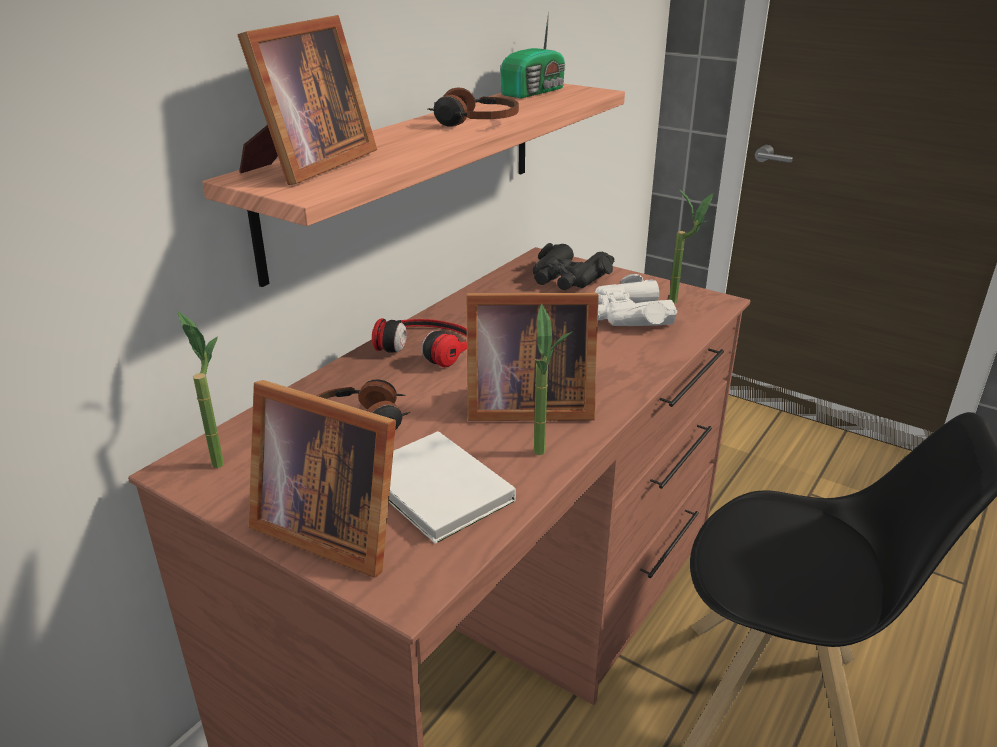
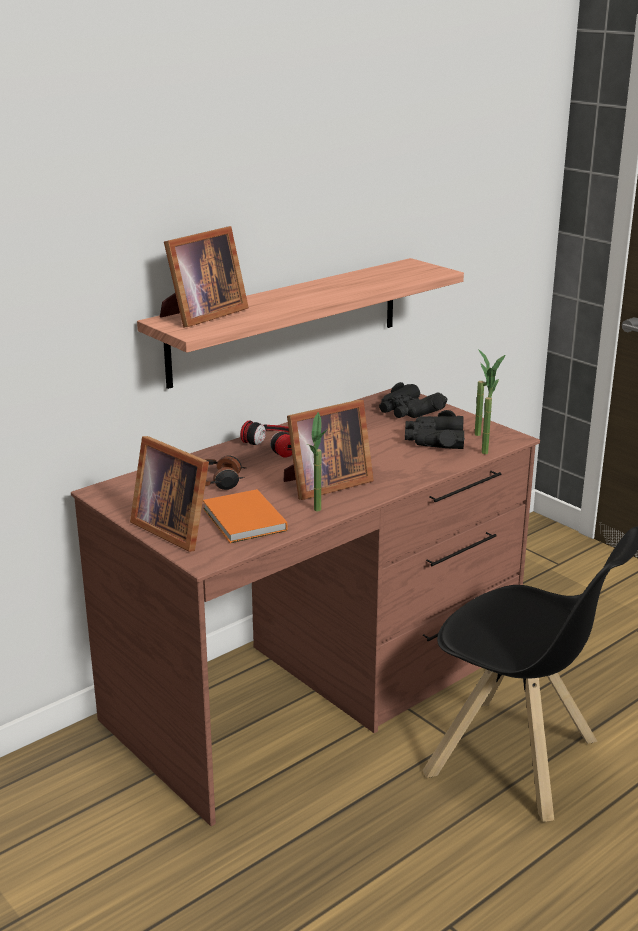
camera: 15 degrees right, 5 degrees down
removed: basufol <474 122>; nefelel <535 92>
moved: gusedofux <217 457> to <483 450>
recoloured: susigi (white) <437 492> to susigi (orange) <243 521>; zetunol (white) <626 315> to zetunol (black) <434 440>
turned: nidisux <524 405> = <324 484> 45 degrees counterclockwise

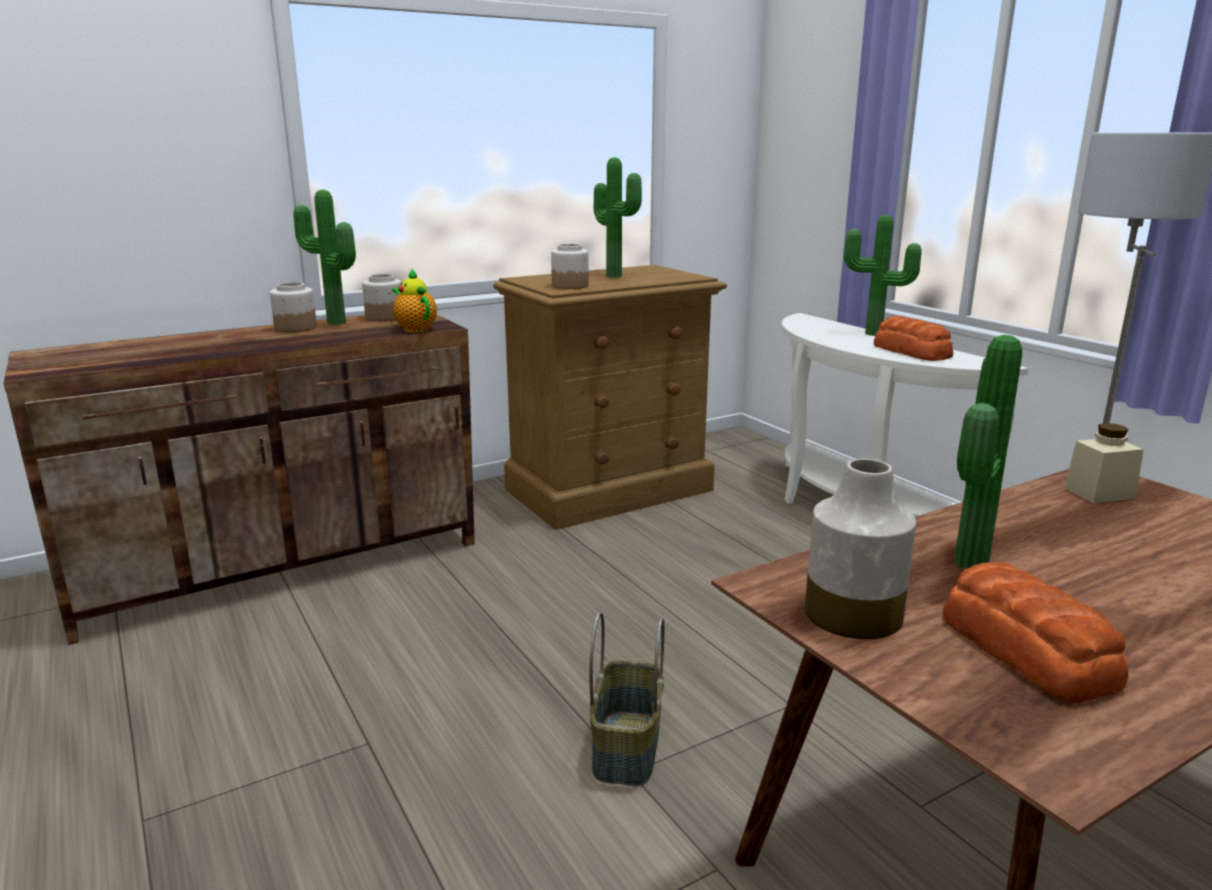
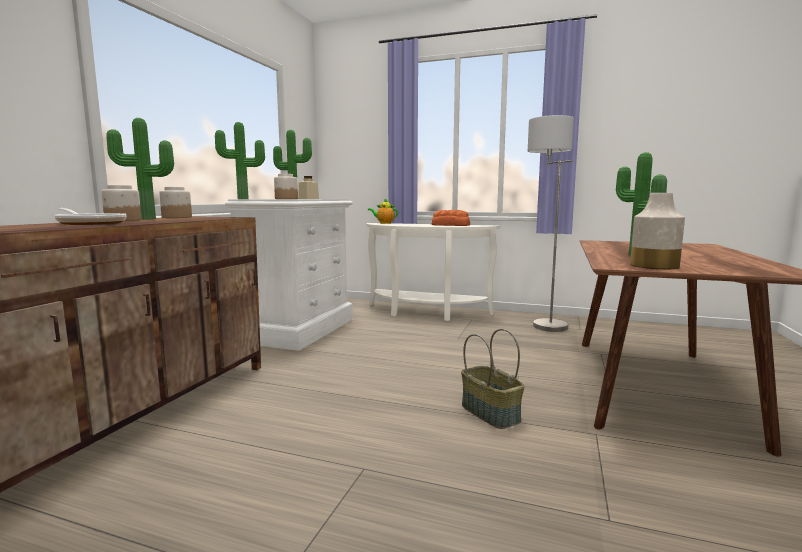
camera: 40 degrees left, 10 degrees down
removed: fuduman <1026 649>
added: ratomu <90 223>
moved: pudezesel <415 329> to <384 223>; gusedofux <873 334> to <243 199>; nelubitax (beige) <1099 493> to <308 198>
recoloured: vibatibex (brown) <609 490> to vibatibex (white) <299 329>

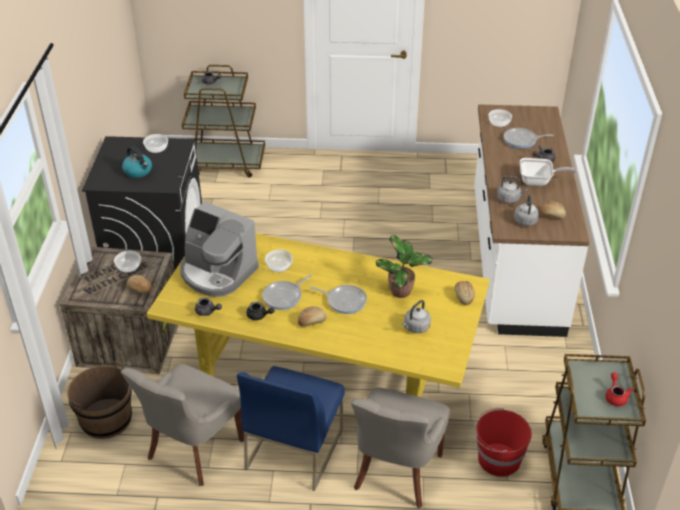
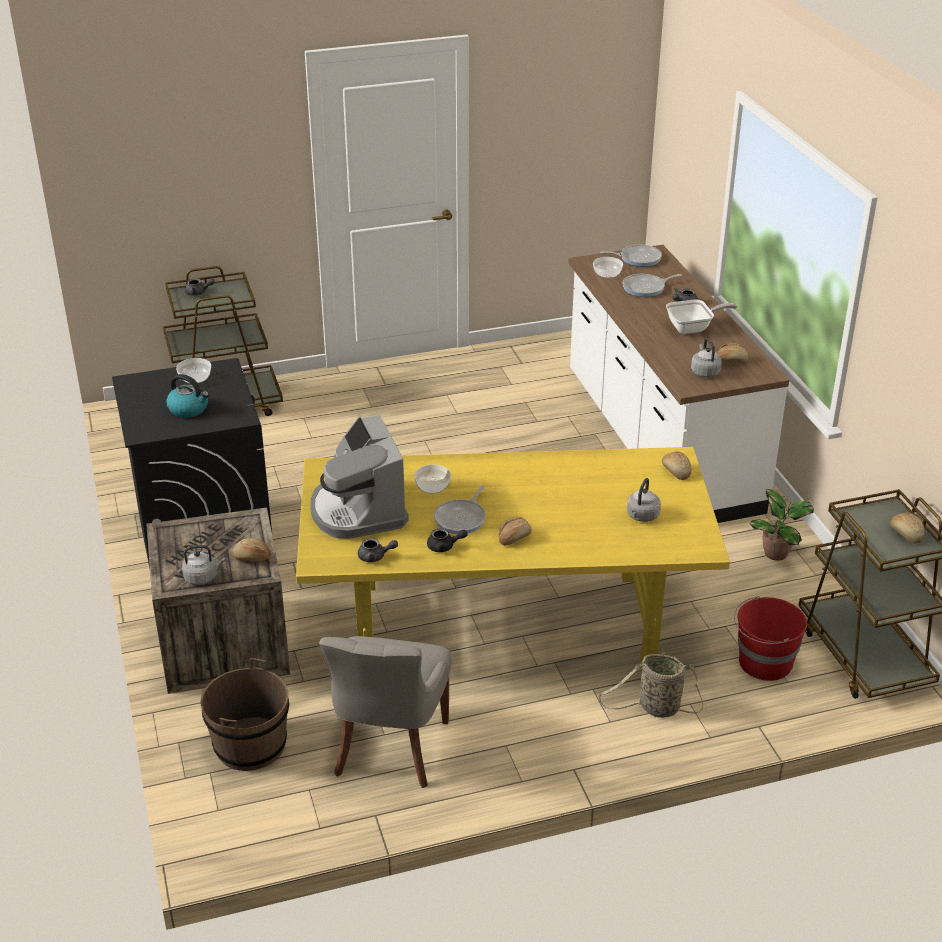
camera: 20 degrees left, 5 degrees down
removed: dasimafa <128 266>; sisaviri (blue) <294 448>
moved: ratomu <344 301> to <638 258>; gusedofux <402 292> to <777 554>; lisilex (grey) <509 199> to <203 577>
replaced: sisaviri (grey) <396 473> to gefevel <656 708>; pudezesel (red) <616 396> to fuduman <906 534>
turned: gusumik <217 273> = <358 511> 60 degrees clockwise

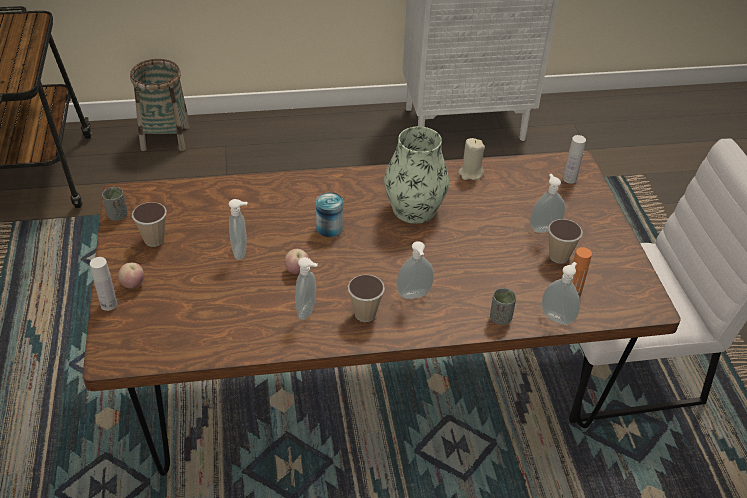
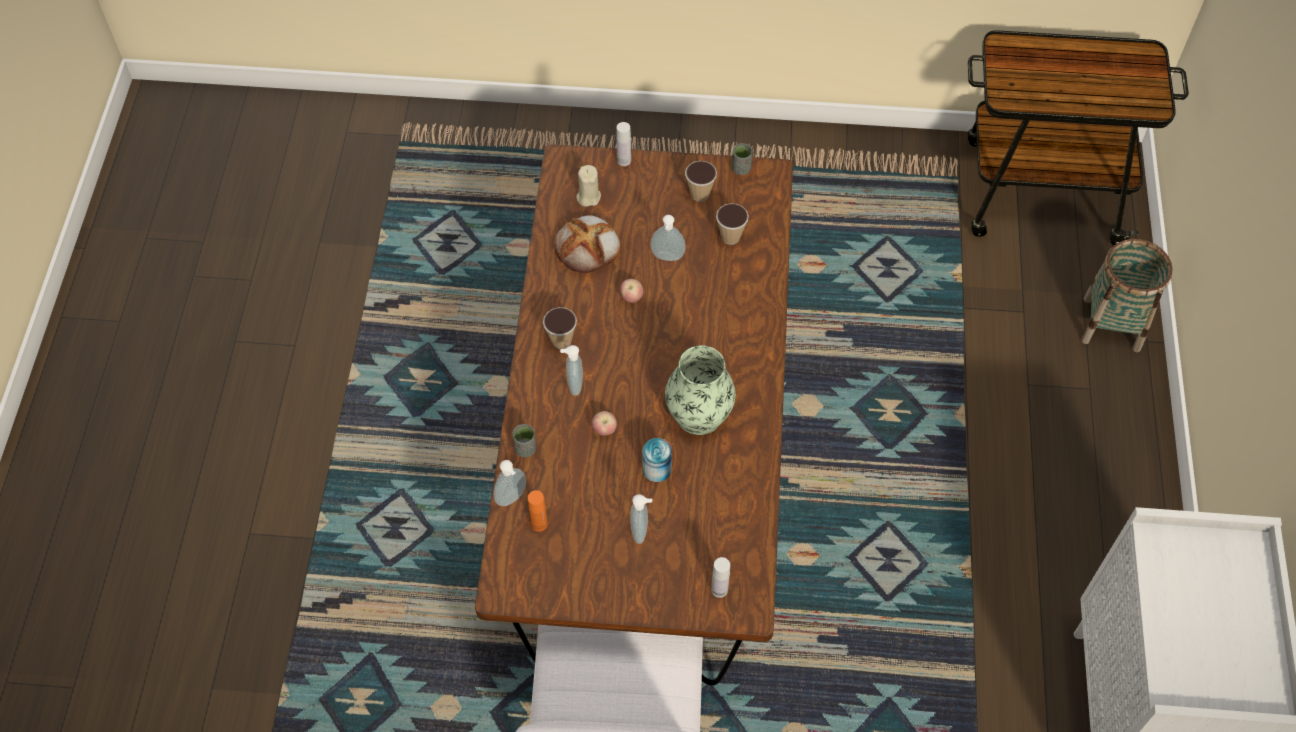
camera: 105 degrees right, 15 degrees up
removed: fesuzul <308 311>
added: fuduman <588 247>
moved: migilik <133 285> to <604 430>; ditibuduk <329 228> to <657 469>; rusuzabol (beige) <470 173> to <588 197>; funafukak <559 256> to <730 237>

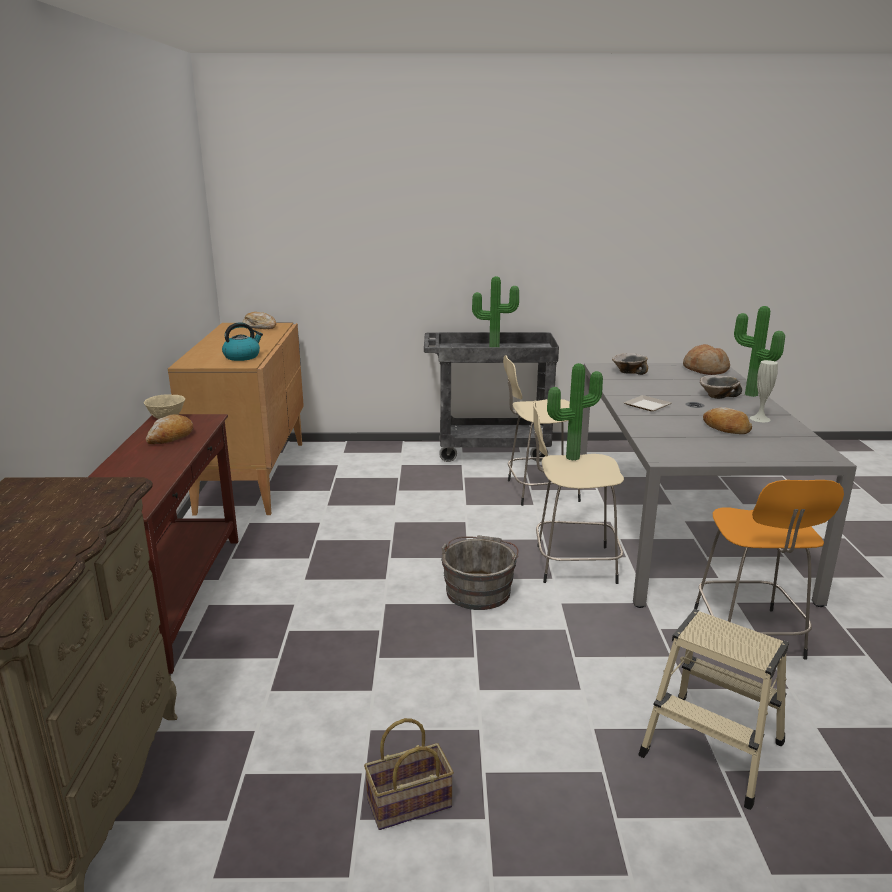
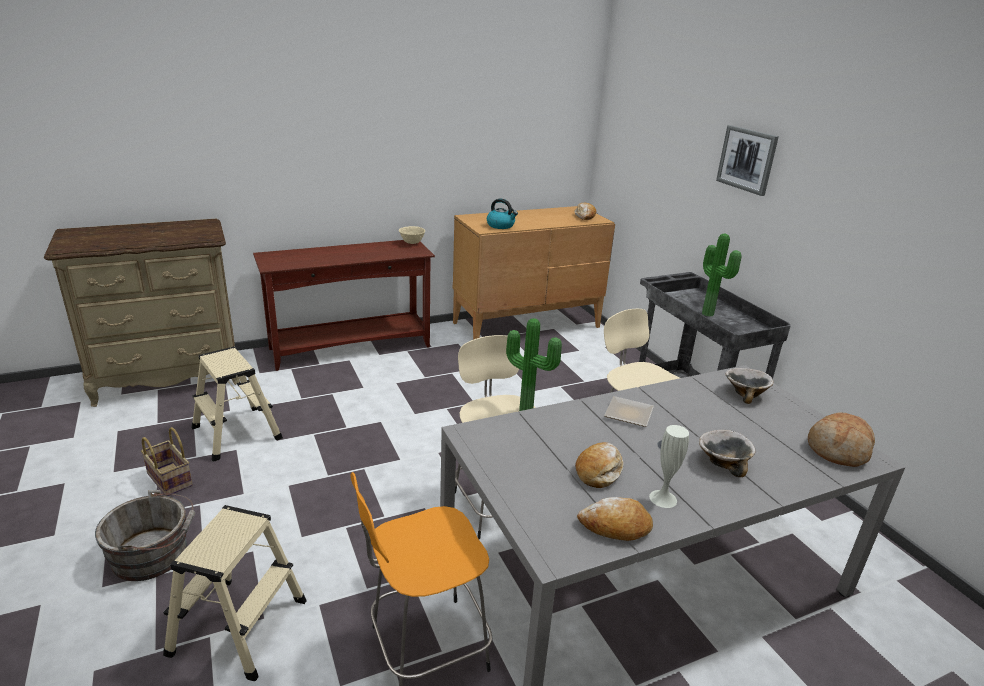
camera: 65 degrees right, 5 degrees up
removed: gusedofux <749 395>
added: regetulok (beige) <236 432>; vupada <747 159>
moved: fuduman <171 437> to <615 527>; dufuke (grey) <479 590> to <154 554>

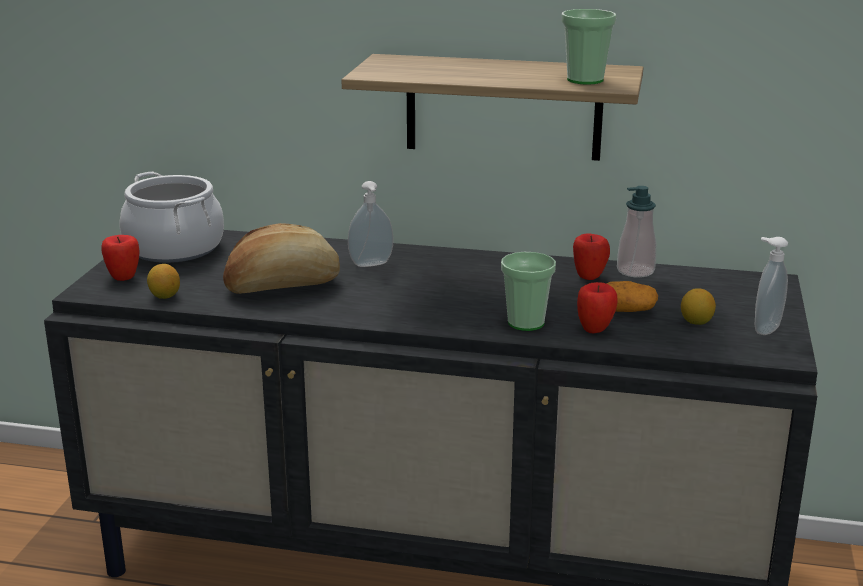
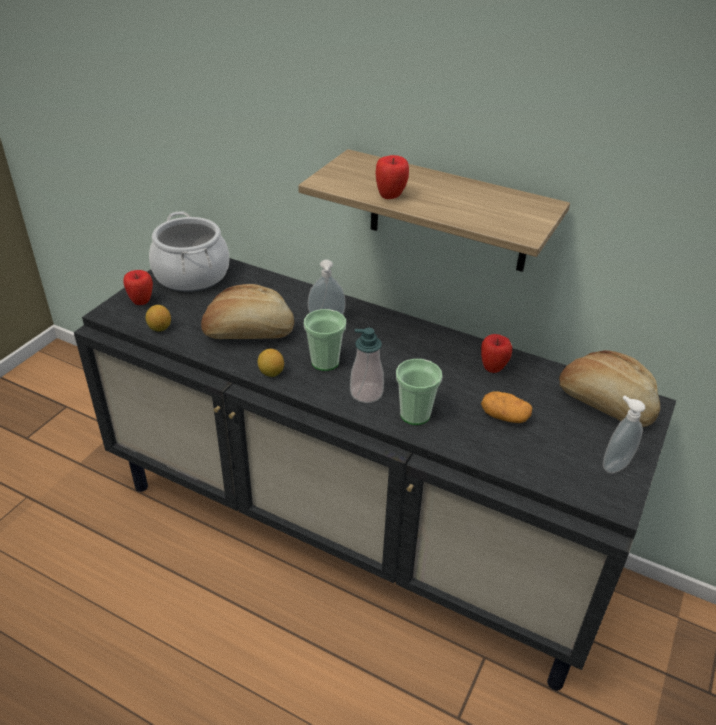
camera: 15 degrees right, 15 degrees up
added: fuduman <605 405>
moved: funafukak <585 80> to <325 362>; migilik <595 330> to <390 196>; fesuzul <635 271> to <366 393>; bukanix <696 322> to <271 373>

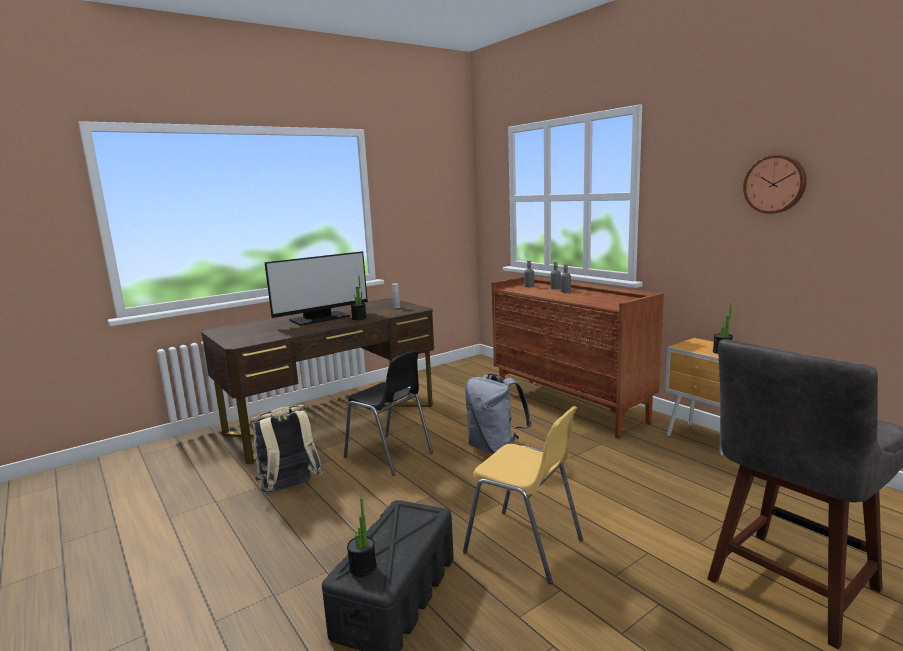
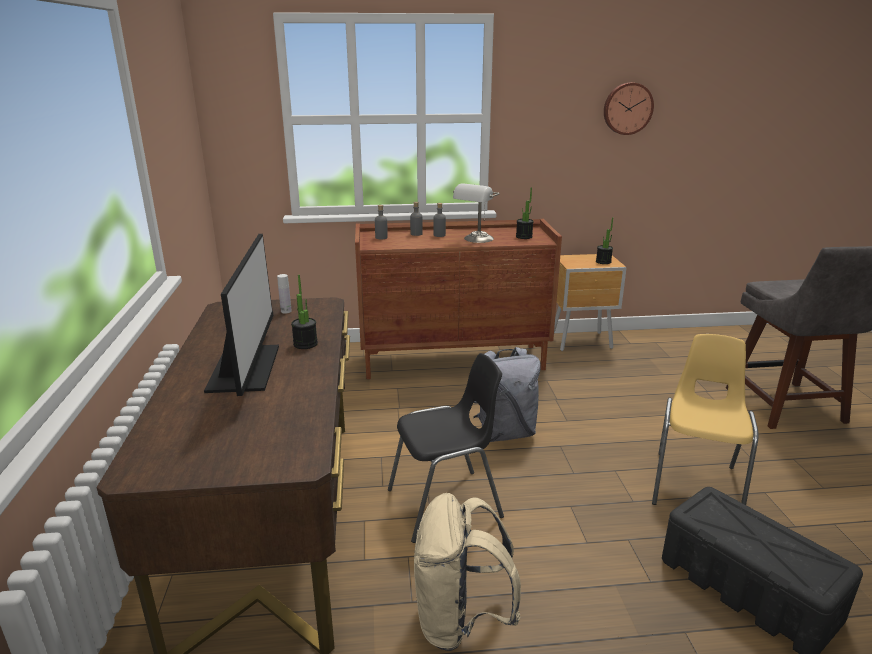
camera: 60 degrees left, 10 degrees up
added: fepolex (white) <476 240>
moved: gusedofux <363 567> to <524 237>
turned: sisaviri (yellow) <525 546> = <696 485> 45 degrees counterclockwise

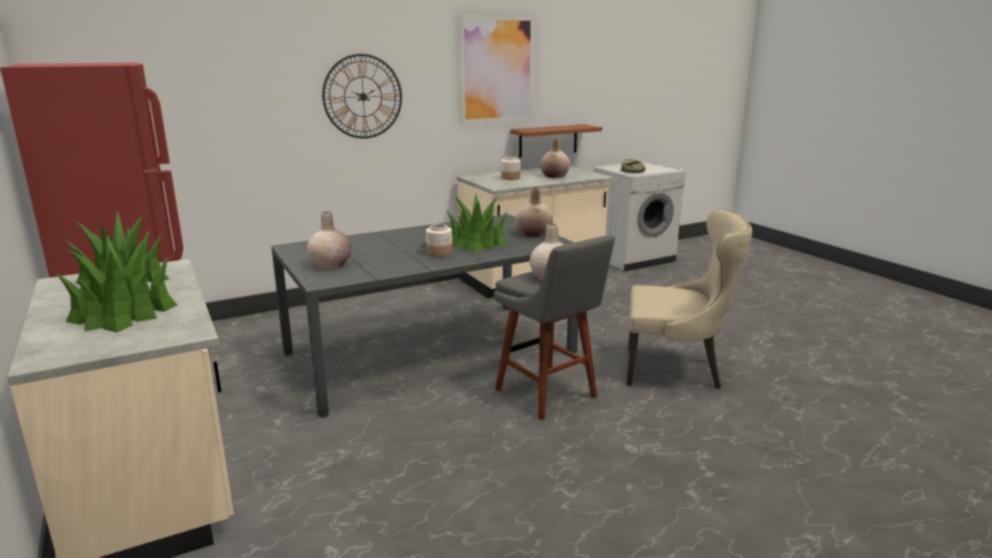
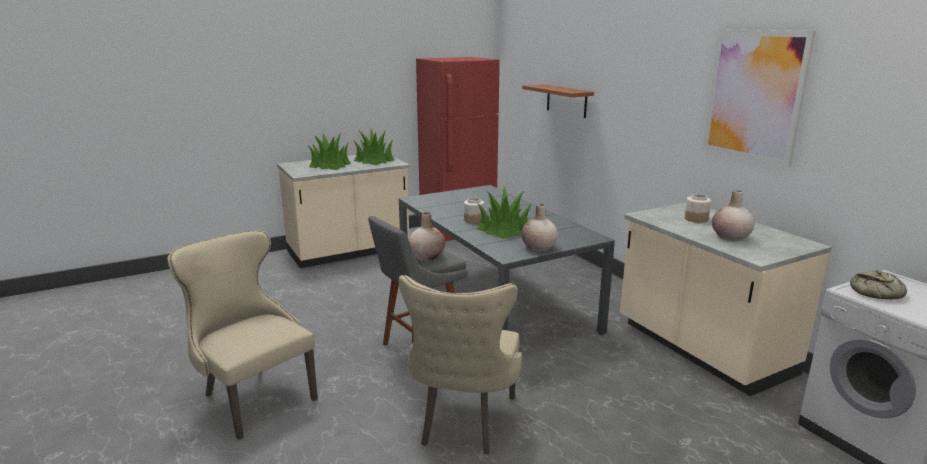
camera: 90 degrees right, 0 degrees up
removed: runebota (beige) <330 265>; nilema <363 96>
added: sisaviri (beige) <253 397>
moved: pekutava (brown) <548 140> to <566 100>

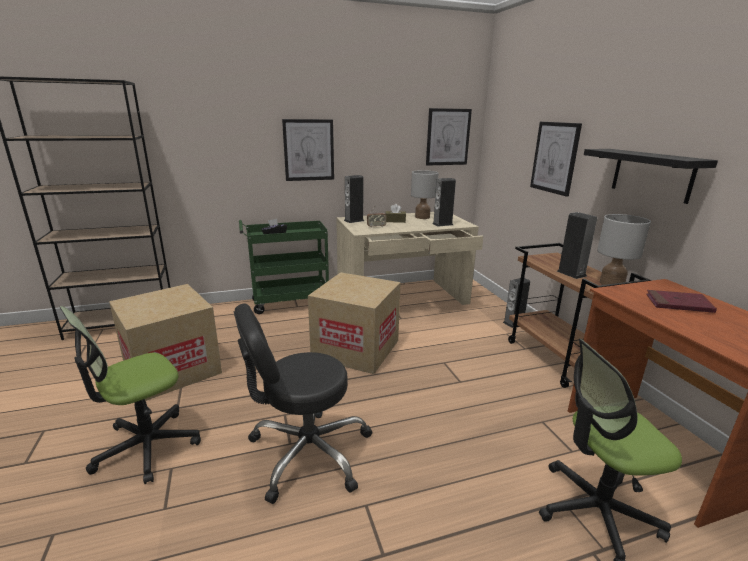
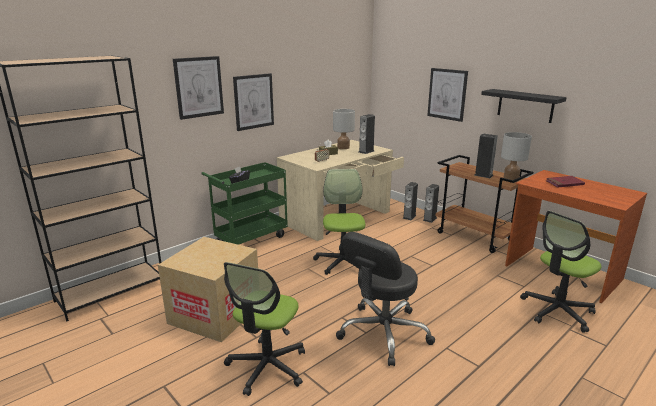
camera: 25 degrees left, 0 degrees up
moved: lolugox <354 220> to <409 217>; vupada <448 137> to <199 87>
replaced: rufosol <356 349> to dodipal <343 262>

